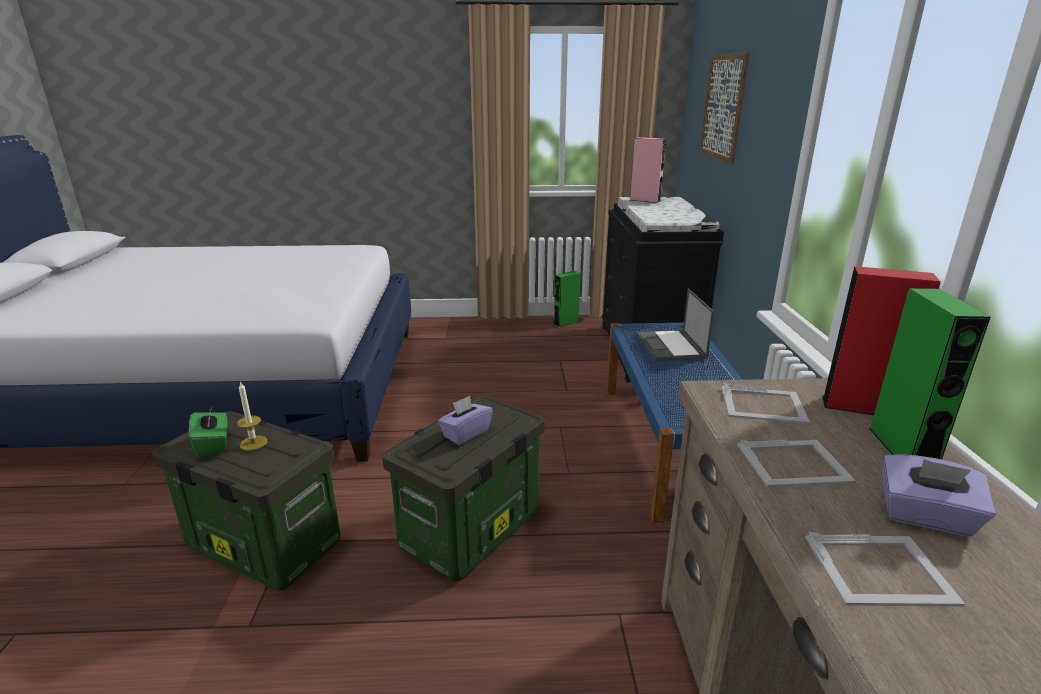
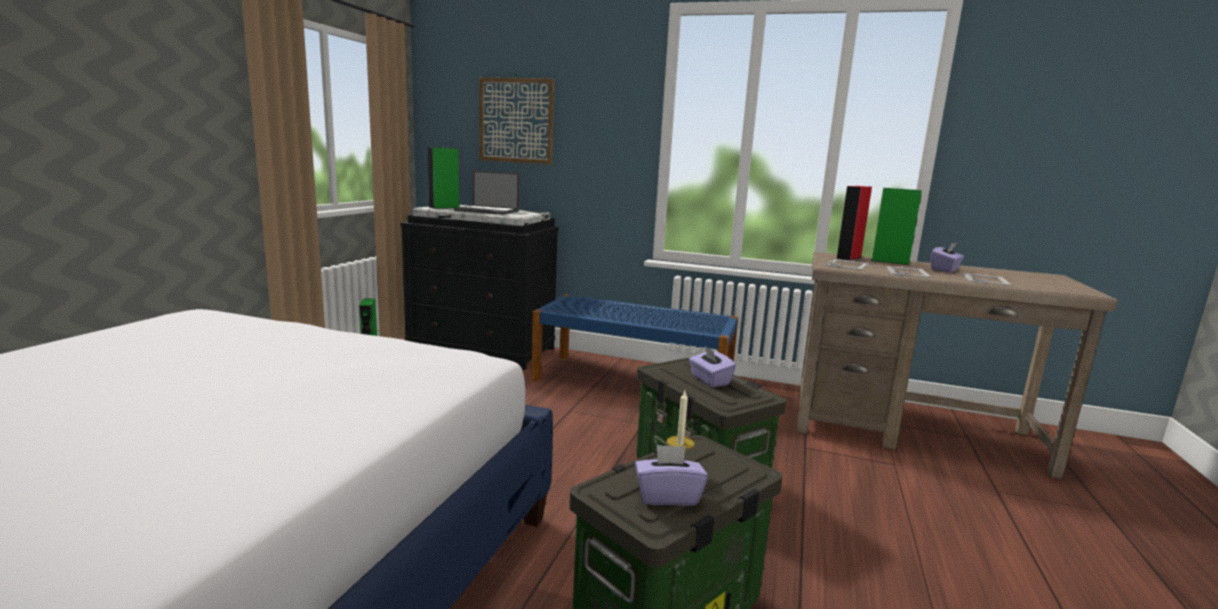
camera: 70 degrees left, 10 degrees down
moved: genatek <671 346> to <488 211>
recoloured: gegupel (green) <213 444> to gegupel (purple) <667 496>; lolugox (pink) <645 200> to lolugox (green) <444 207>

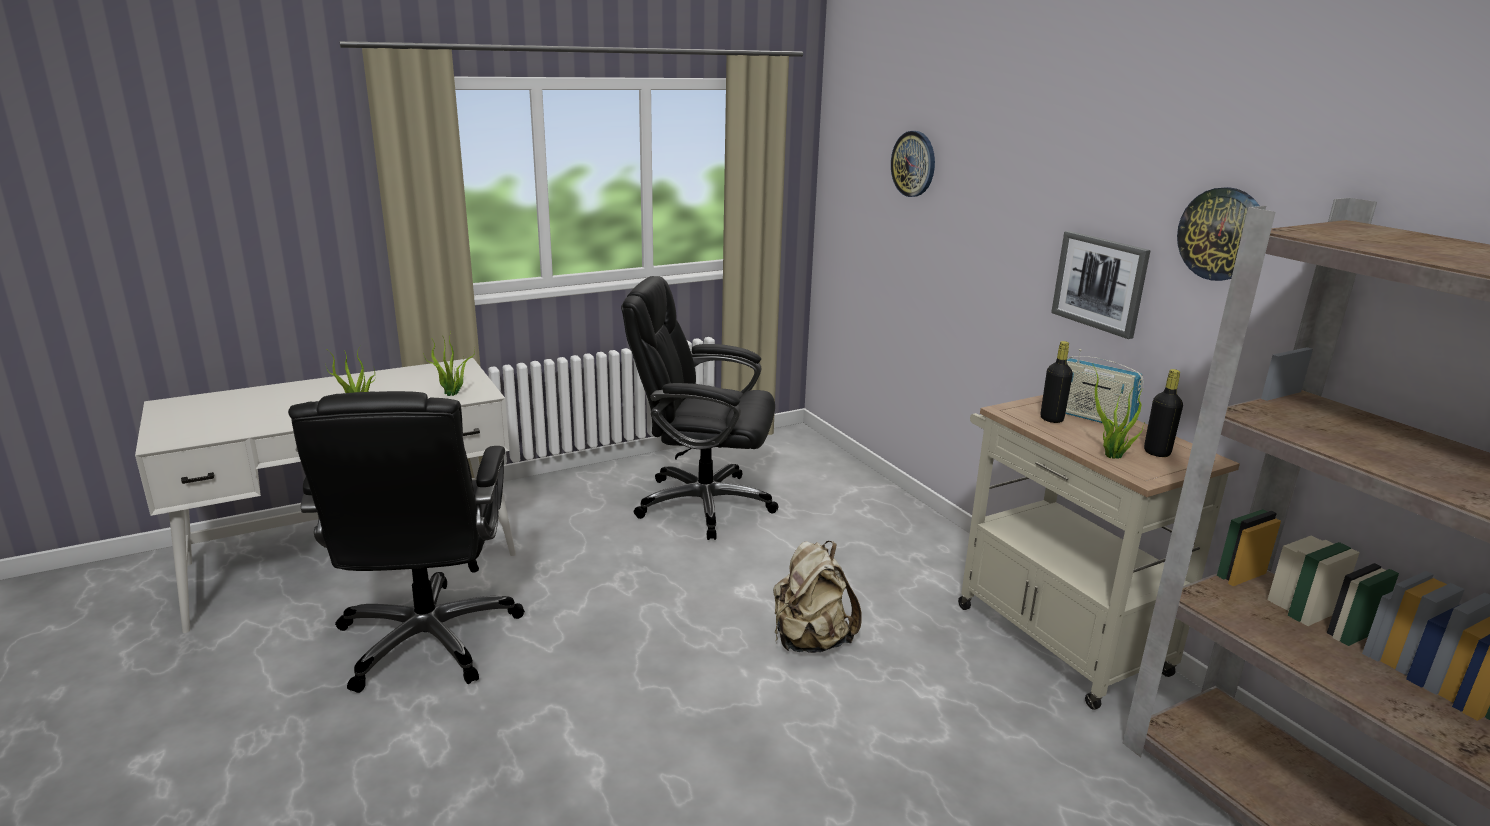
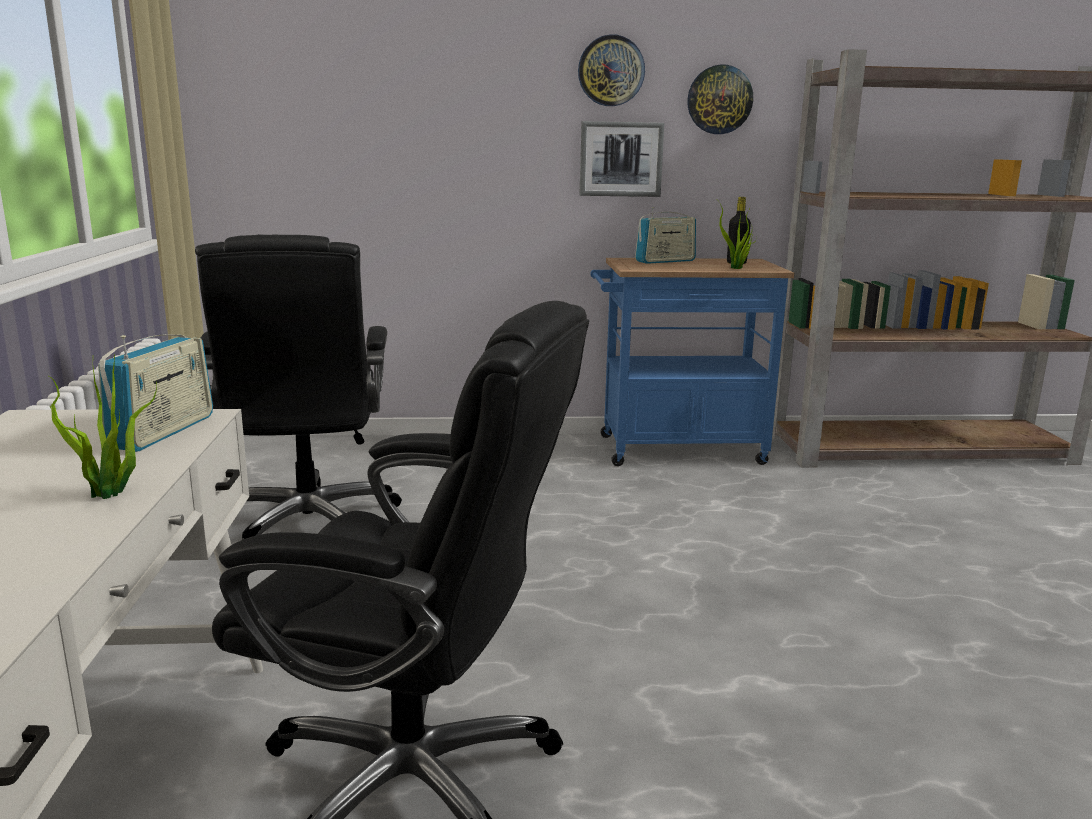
camera: 65 degrees left, 5 degrees down
removed: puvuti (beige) <810 641>; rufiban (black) <1051 419>
moved: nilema <914 164> to <611 71>
replaced: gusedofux <452 394> to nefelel <163 432>
recoloured: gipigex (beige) <1055 636> to gipigex (blue) <675 450>
turned: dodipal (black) <704 504> = <309 521> 45 degrees counterclockwise

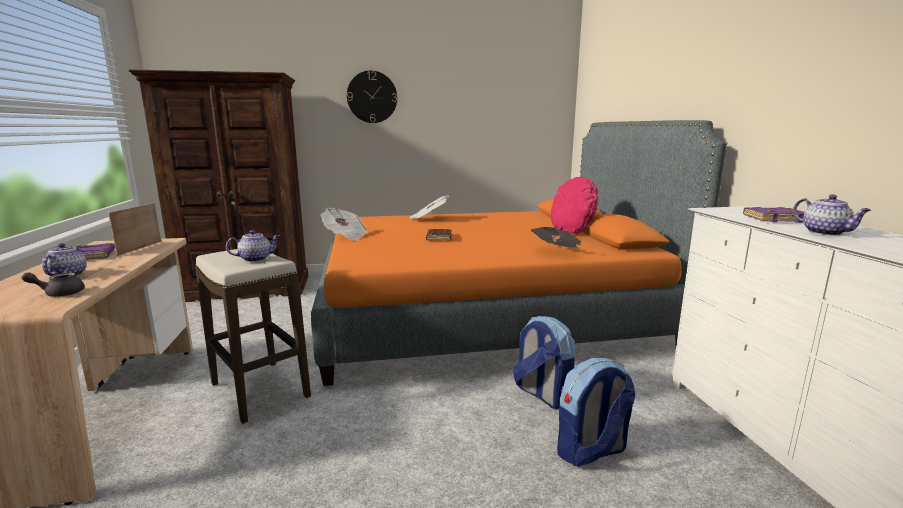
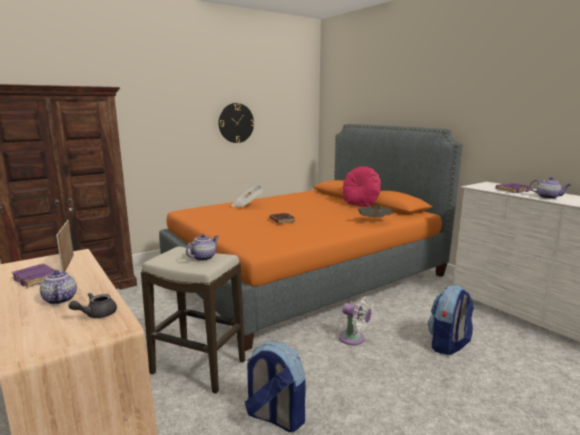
camera: 25 degrees left, 0 degrees up
removed: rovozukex <345 236>
added: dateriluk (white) <354 339>
moved: nilema <372 97> to <236 123>; puvuti <542 394> to <275 417>

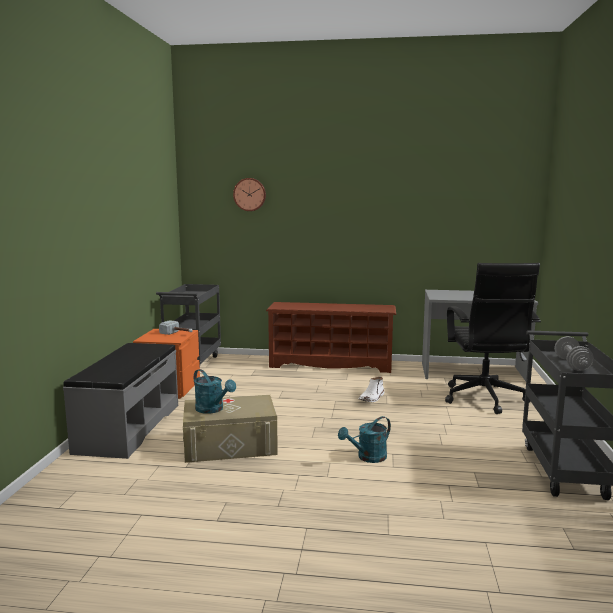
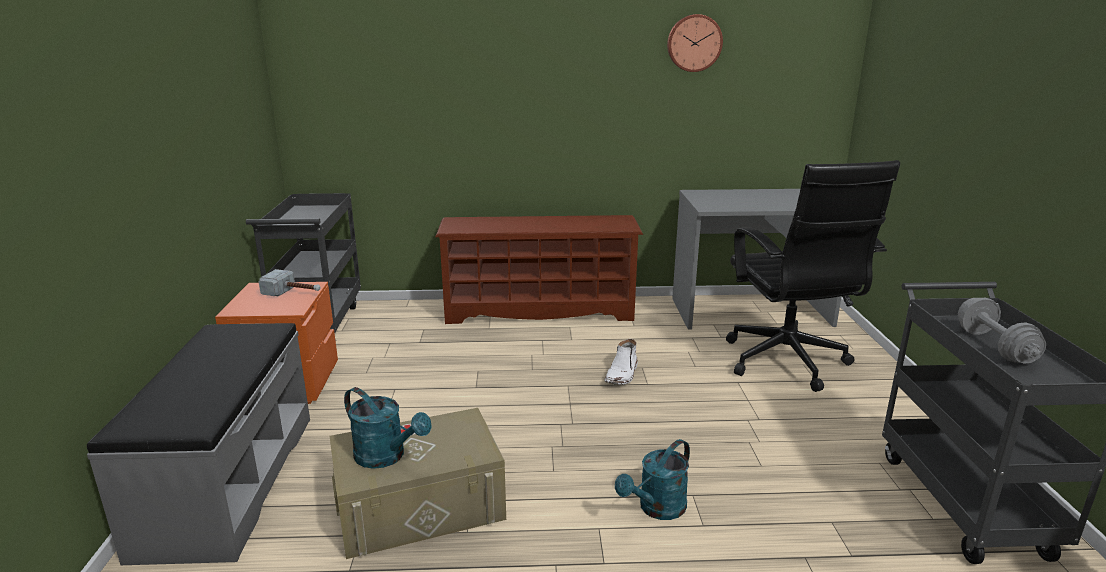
camera: 10 degrees left, 10 degrees up
moved: nilema <250 194> to <694 43>

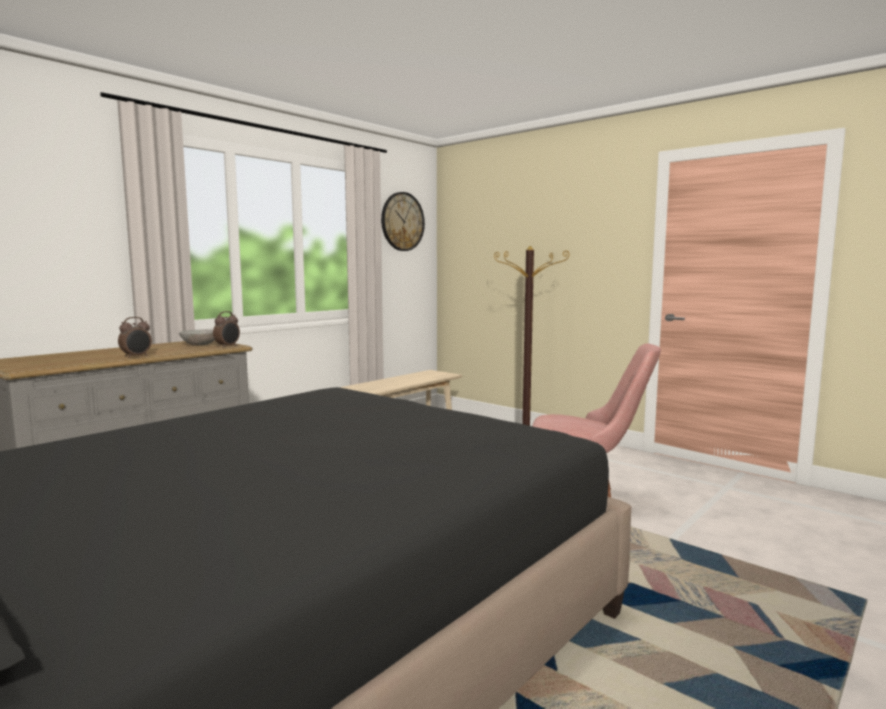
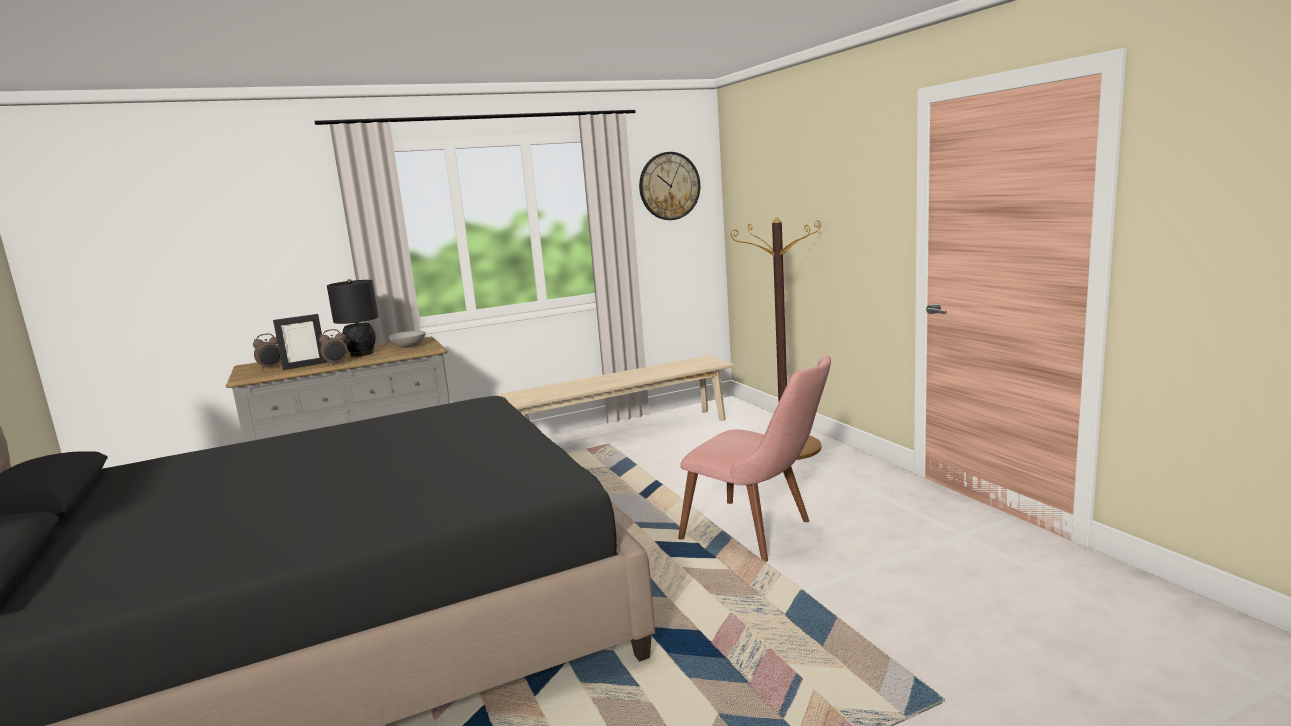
camera: 25 degrees right, 5 degrees up
added: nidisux <305 365>; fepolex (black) <362 354>
moved: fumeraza <228 346> to <271 368>

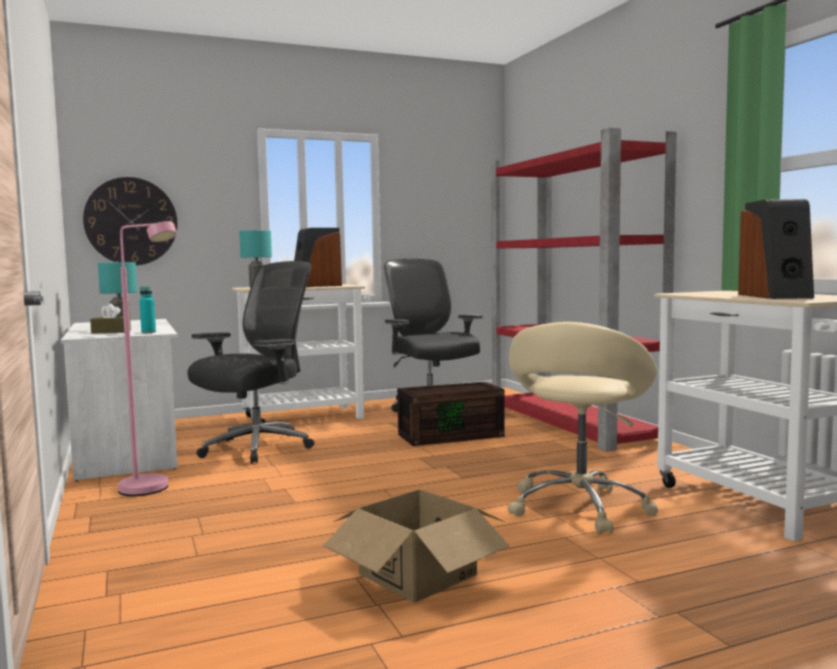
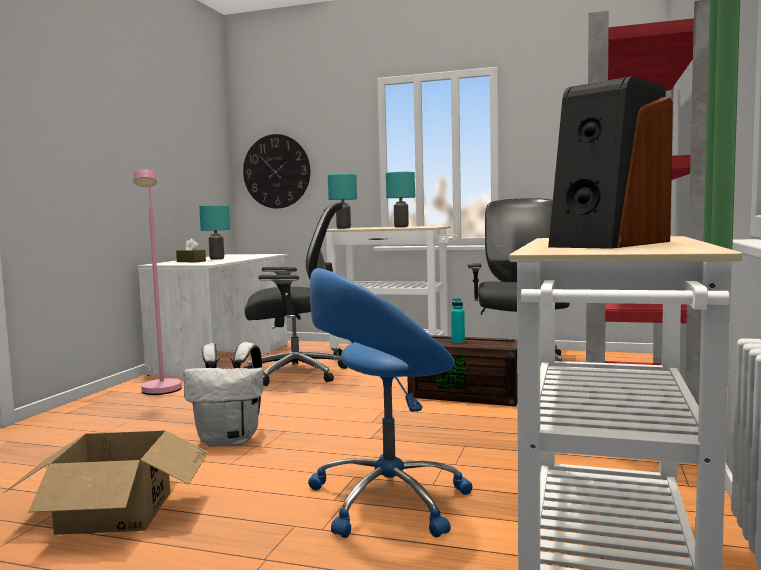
camera: 40 degrees right, 0 degrees up
added: puvuti (white) <230 440>
moved: rufiban (turquoise) <148 332> to <458 342>
replaced: lolugox <316 286> to fepolex (turquoise) <401 227>
recoloured: dodipal (beige) <578 508> to dodipal (blue) <384 501>

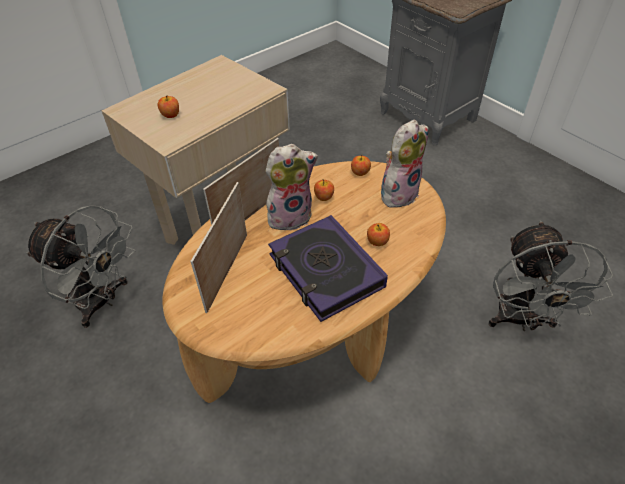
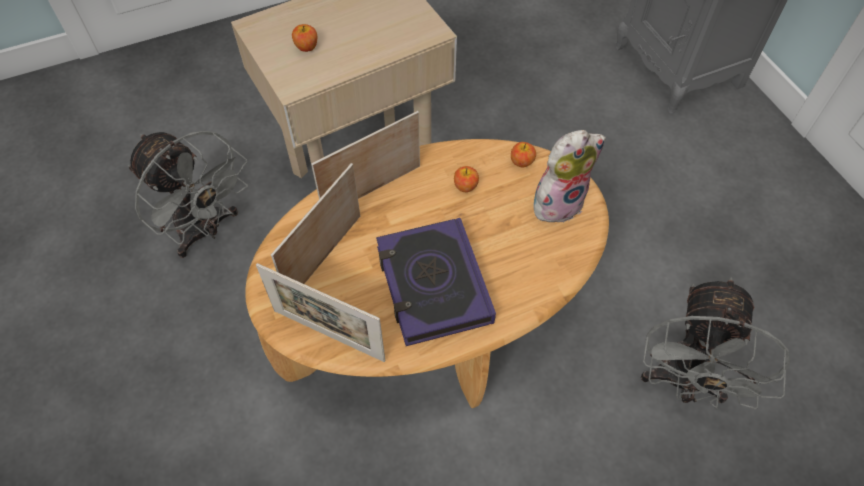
camera: 15 degrees right, 10 degrees up
removed: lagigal <290 216>; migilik <377 242>
added: nidisux <328 335>

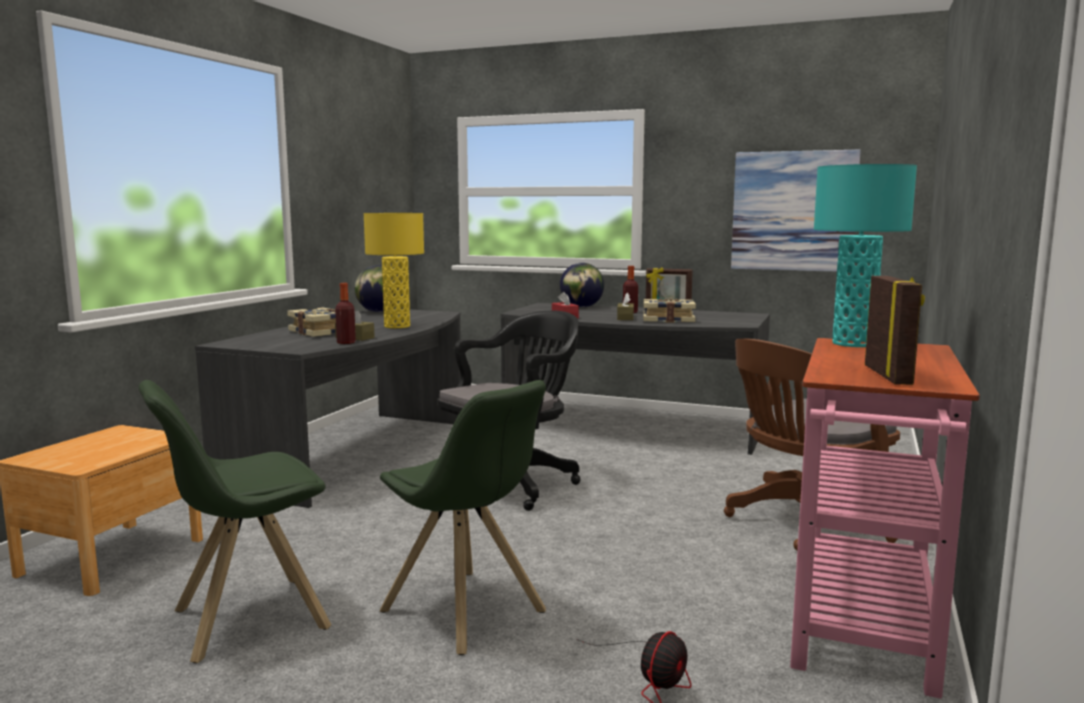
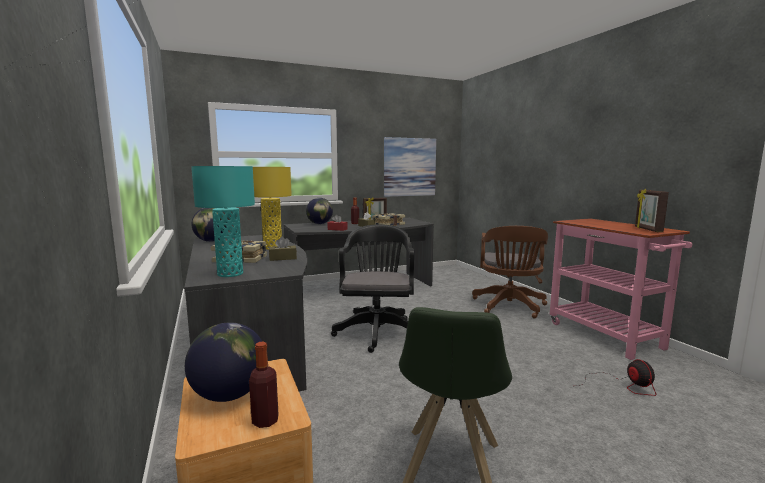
camera: 45 degrees left, 0 degrees up
removed: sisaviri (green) <465 611>
added: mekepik <229 395>
moved: rufiban <346 342> to <265 421>; fepolex (turquoise) <853 343> to <230 274>
turned: nidisux <889 376> = <647 229> 135 degrees counterclockwise

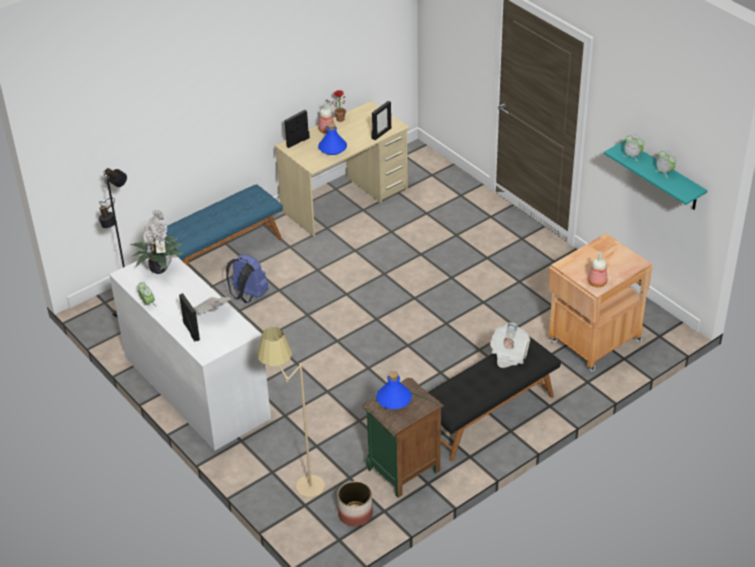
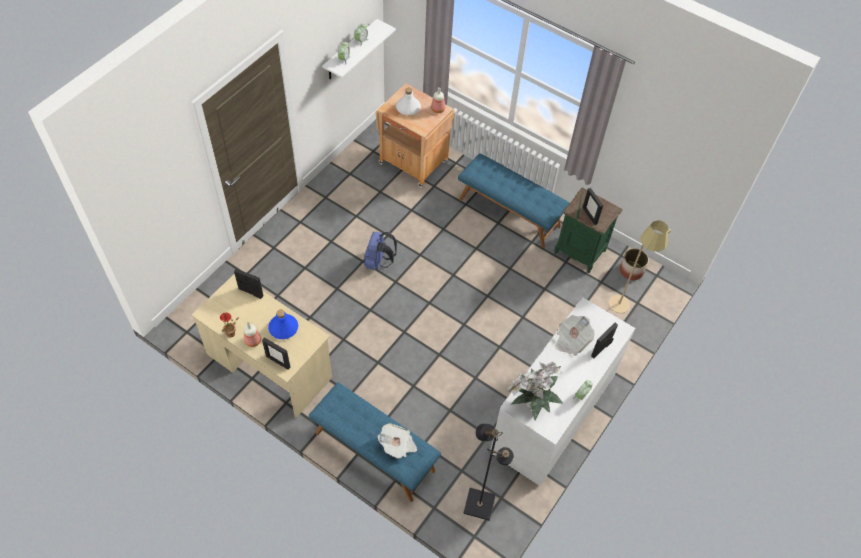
camera: 110 degrees left, 15 degrees up
added: rufiban (white) <408 108>
moved: puvuti (blue) <248 296> to <378 262>; rovozukex <508 354> to <398 445>
replaced: rufiban (blue) <393 399> to nidisux <590 215>
recoloured: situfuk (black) <489 416> to situfuk (blue) <509 212>; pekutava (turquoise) <663 176> to pekutava (white) <350 50>

